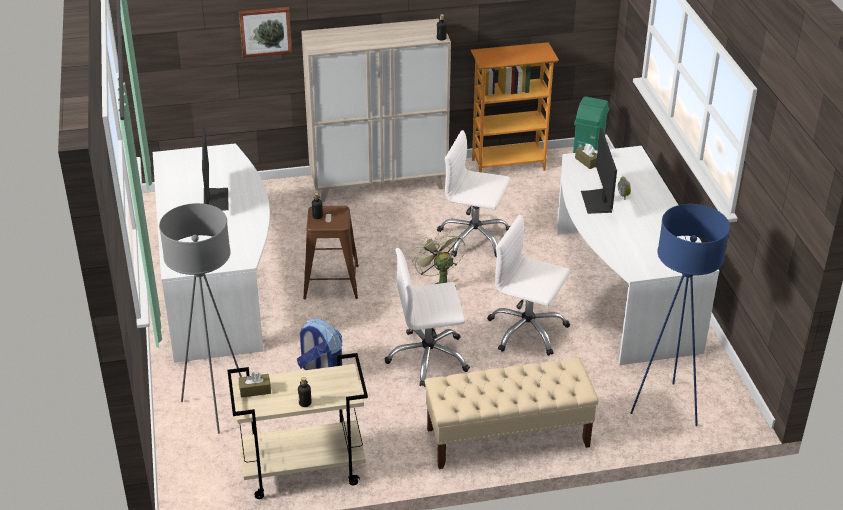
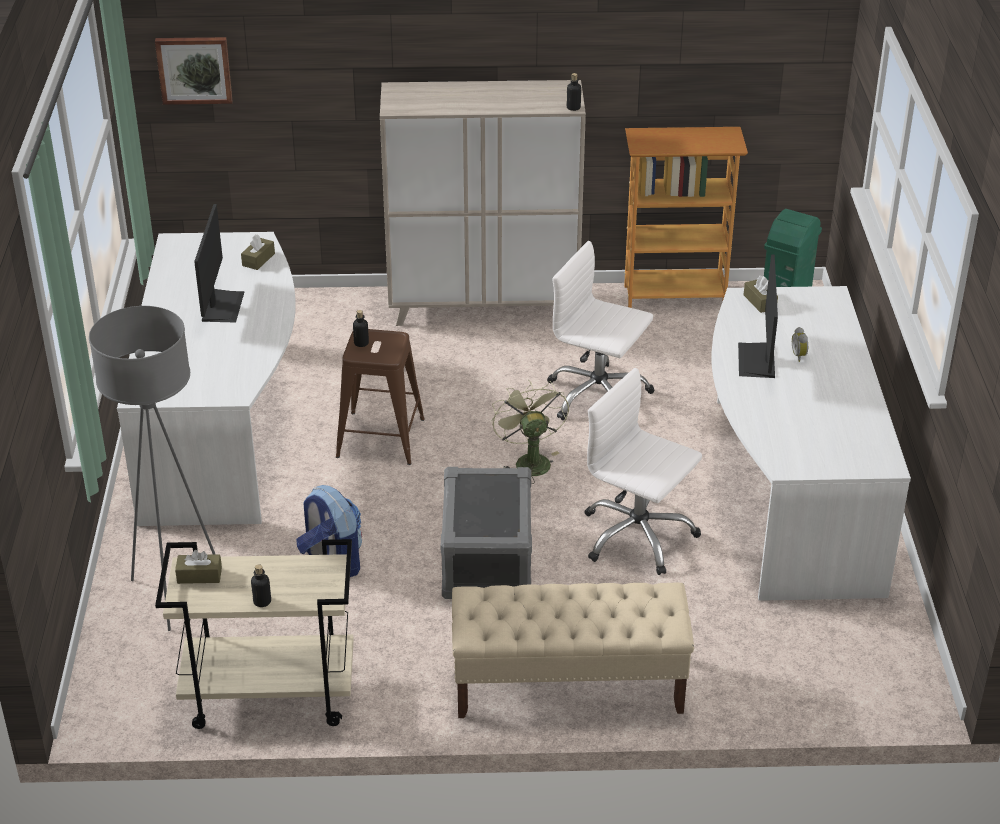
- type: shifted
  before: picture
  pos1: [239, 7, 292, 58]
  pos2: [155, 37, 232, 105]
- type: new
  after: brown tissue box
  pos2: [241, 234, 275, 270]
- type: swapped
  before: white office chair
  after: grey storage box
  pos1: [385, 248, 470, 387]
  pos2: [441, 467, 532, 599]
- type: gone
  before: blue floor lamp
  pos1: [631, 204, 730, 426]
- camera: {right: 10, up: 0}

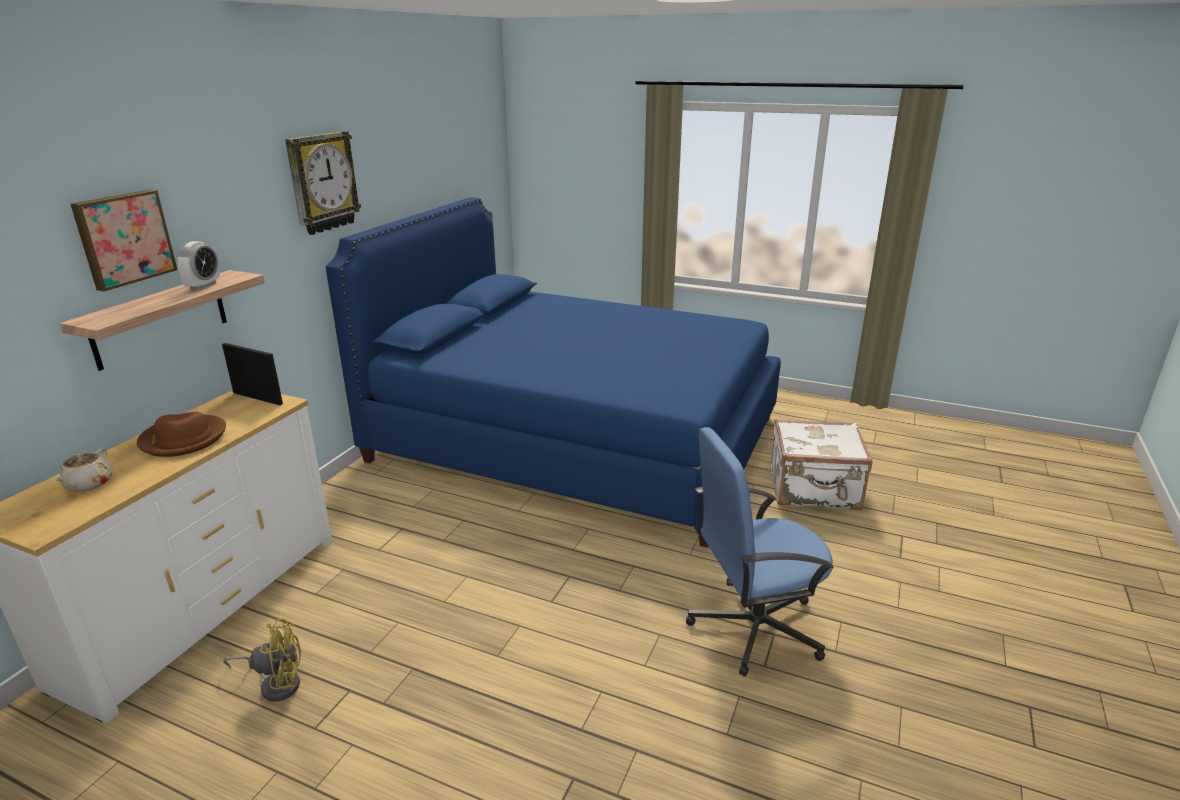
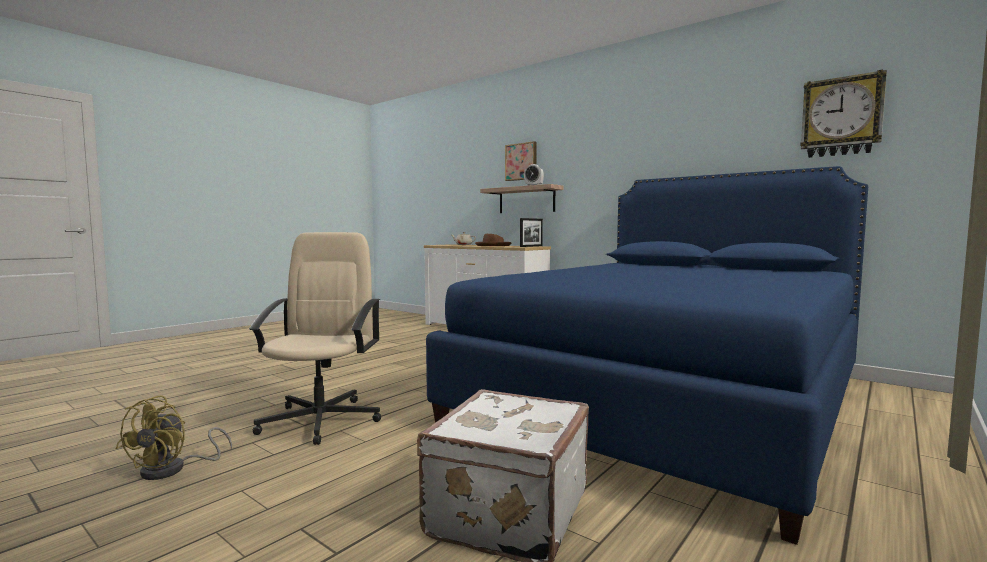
- type: shifted
  before: yellow fan
  pos1: [223, 619, 301, 702]
  pos2: [115, 395, 232, 480]
- type: repainted
  before: blue office chair
  after: beige office chair
  pos1: [686, 427, 834, 676]
  pos2: [249, 232, 381, 445]
- type: shifted
  before: wall clock
  pos1: [285, 131, 361, 235]
  pos2: [800, 70, 887, 158]
- camera: {right: 105, up: -20}

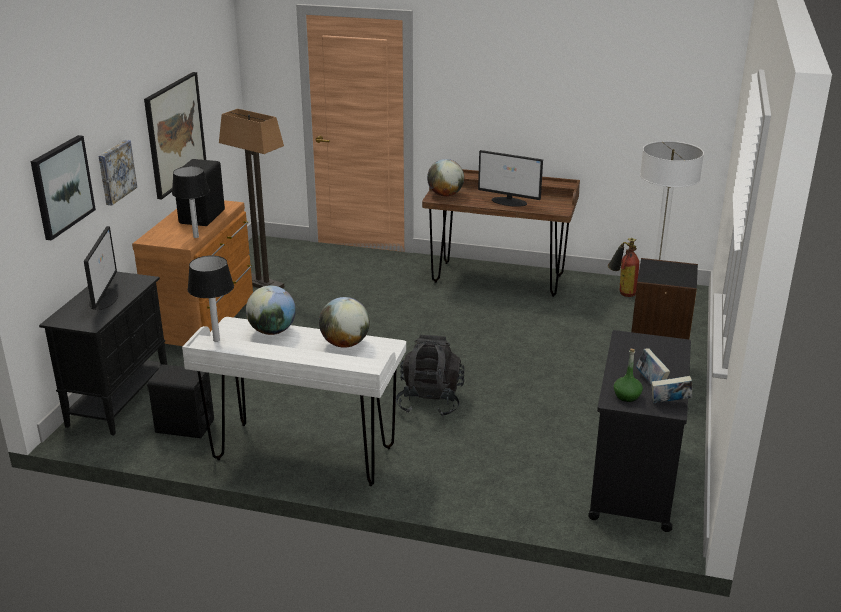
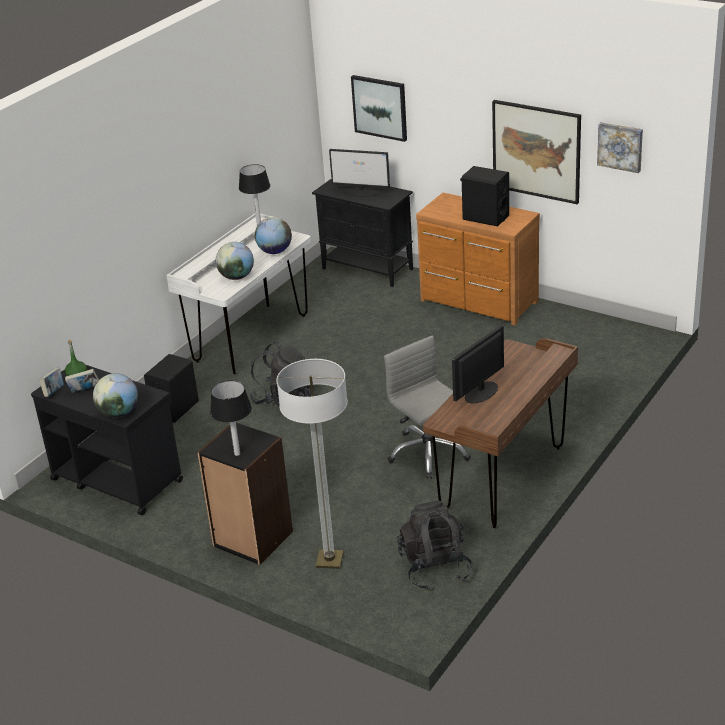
- type: shifted
  before: globe
  pos1: [427, 159, 464, 196]
  pos2: [93, 373, 138, 418]
- type: shifted
  before: black speaker
  pos1: [146, 365, 214, 438]
  pos2: [144, 354, 199, 423]
- type: shifted
  before: table lamp
  pos1: [172, 166, 210, 238]
  pos2: [210, 380, 252, 456]
- type: new
  after: grey office chair
  pos2: [384, 336, 471, 479]
- type: swapped
  before: fire extinguisher
  after: black backpack
  pos1: [608, 238, 639, 297]
  pos2: [397, 501, 473, 590]
- type: shifted
  before: picture
  pos1: [99, 140, 137, 206]
  pos2: [597, 122, 643, 173]
- type: gone
  before: floor lamp
  pos1: [219, 109, 284, 288]
- camera: {right: 110, up: 5}

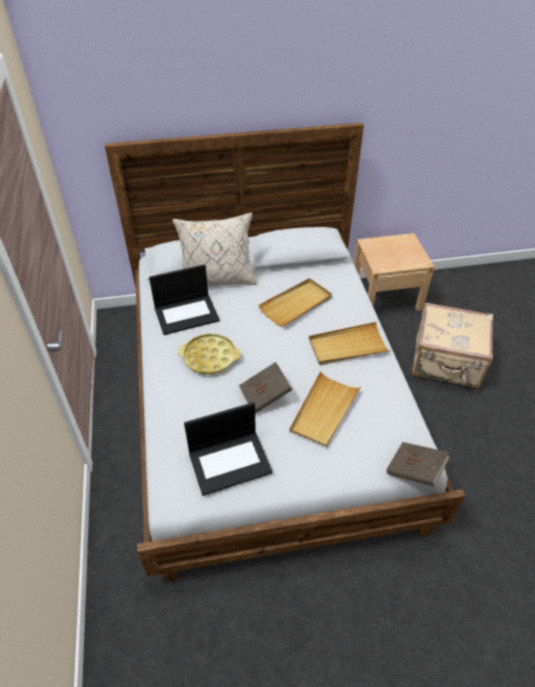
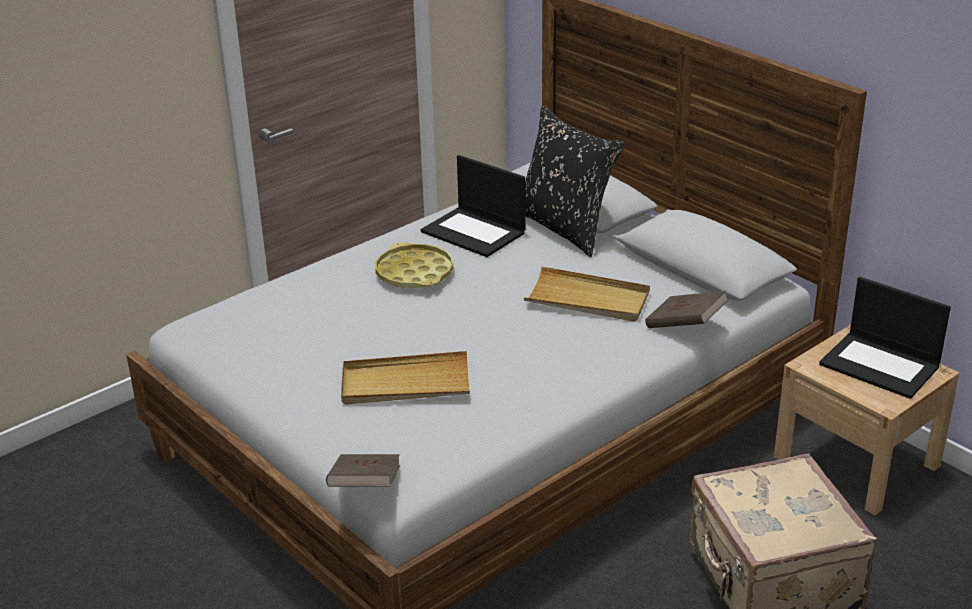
- type: repainted
  before: beige pillow
  after: black pillow
  pos1: [173, 212, 257, 286]
  pos2: [525, 106, 625, 257]
- type: shifted
  before: brown book
  pos1: [239, 362, 293, 413]
  pos2: [645, 291, 728, 328]
- type: shifted
  before: laptop
  pos1: [184, 402, 273, 496]
  pos2: [819, 277, 951, 399]
- type: gone
  before: beige tray
  pos1: [309, 322, 391, 365]
- camera: {right: 60, up: -15}

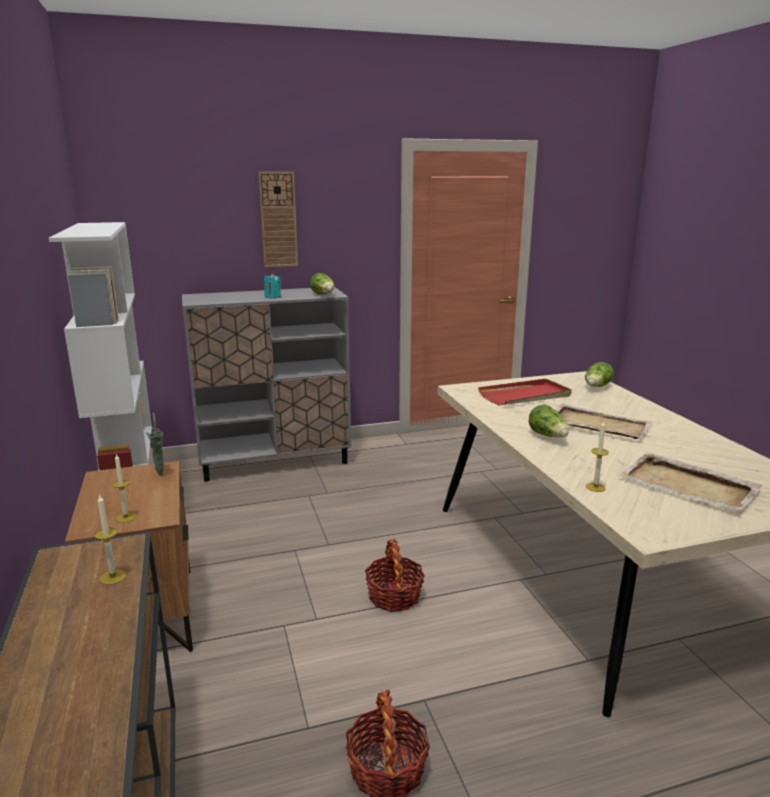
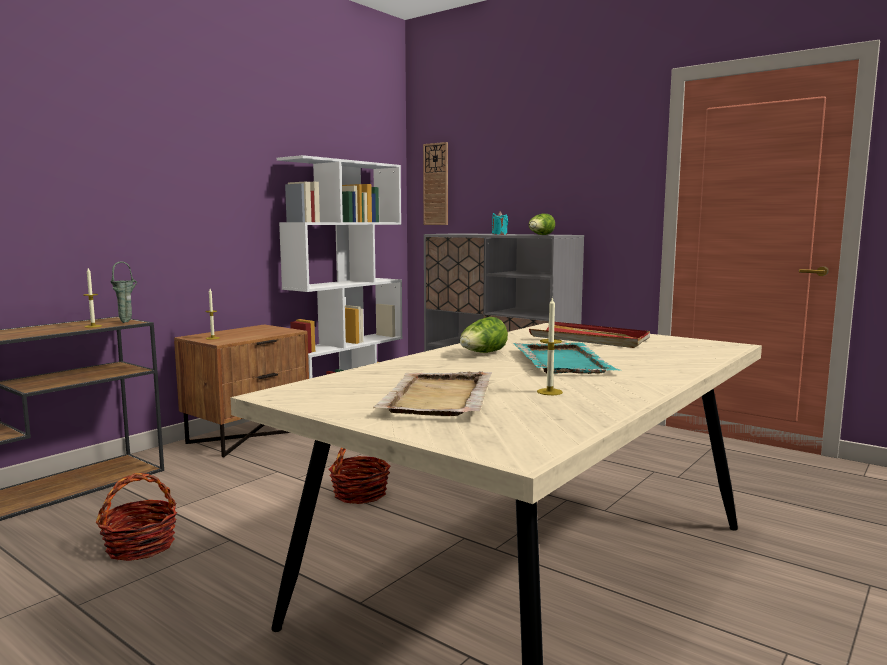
- type: shifted
  before: green vase
  pos1: [146, 413, 164, 476]
  pos2: [111, 261, 137, 323]
- type: shifted
  before: wall clock
  pos1: [258, 172, 298, 267]
  pos2: [423, 142, 448, 225]
- type: repainted
  before: beige tray
  after: turquoise tray
  pos1: [556, 404, 652, 439]
  pos2: [514, 342, 619, 374]
- type: shifted
  before: candle
  pos1: [586, 421, 609, 492]
  pos2: [537, 298, 563, 395]
- type: gone
  before: lettuce
  pos1: [585, 362, 614, 387]
- camera: {right: 55, up: -10}

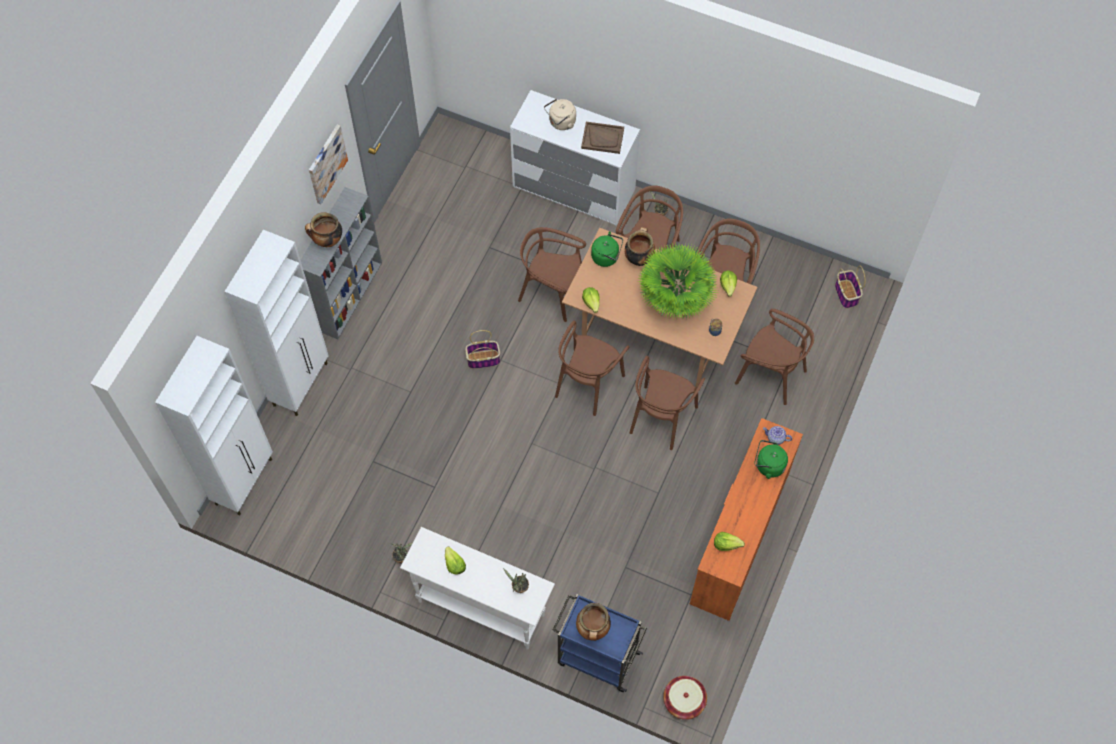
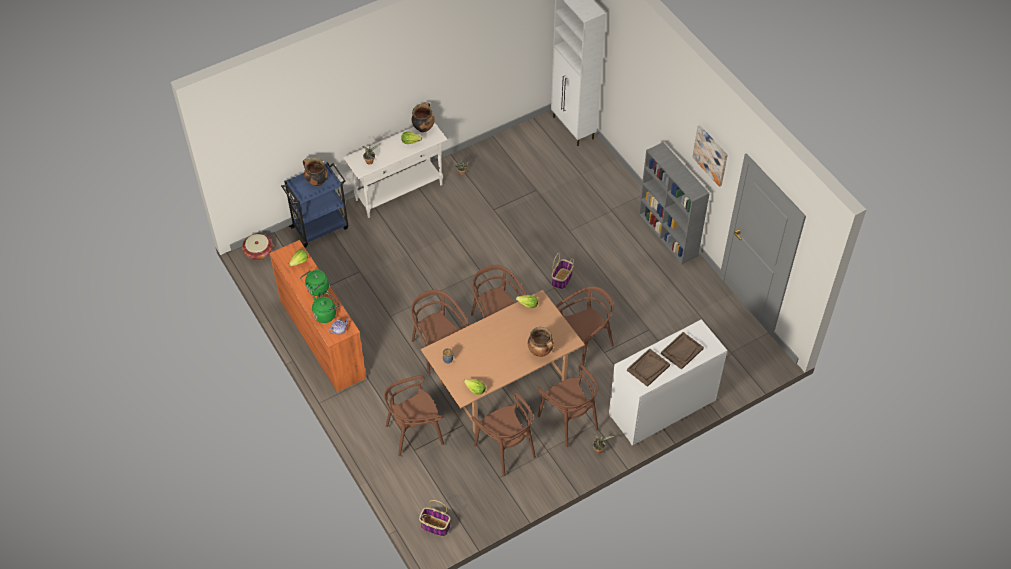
- type: shifted
  before: green kettle
  pos1: [591, 232, 623, 267]
  pos2: [300, 270, 329, 296]
- type: shifted
  before: cooking pot
  pos1: [305, 212, 342, 247]
  pos2: [411, 102, 435, 132]
- type: swapped
  before: beige kettle
  after: brown tray
  pos1: [544, 99, 576, 130]
  pos2: [661, 332, 704, 370]
- type: gone
  before: white cabinet
  pos1: [224, 230, 329, 416]
- type: gone
  before: potted plant
  pos1: [638, 244, 718, 319]
- camera: {right: 125, up: -10}

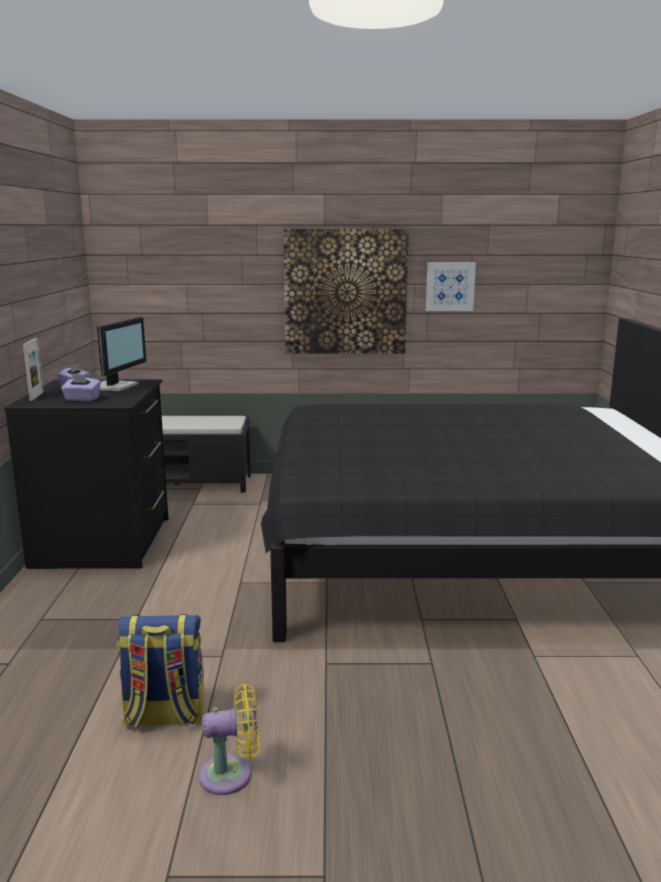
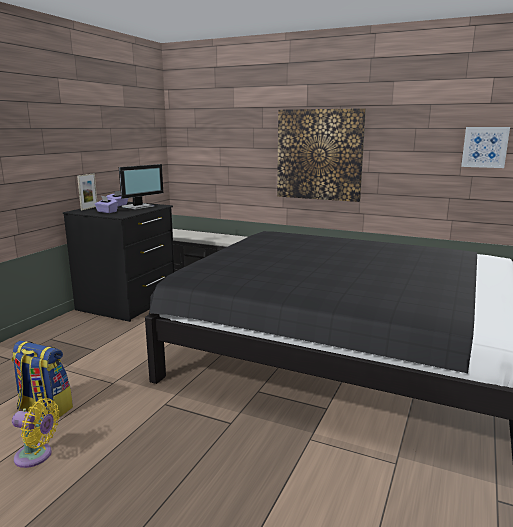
- type: shifted
  before: picture
  pos1: [426, 262, 476, 311]
  pos2: [461, 127, 510, 168]
- camera: {right: 25, up: 0}

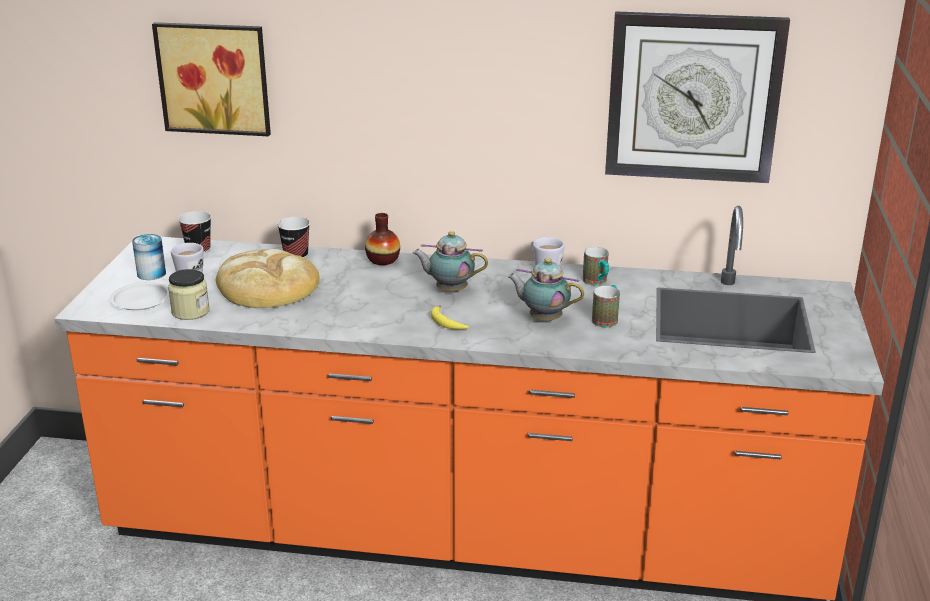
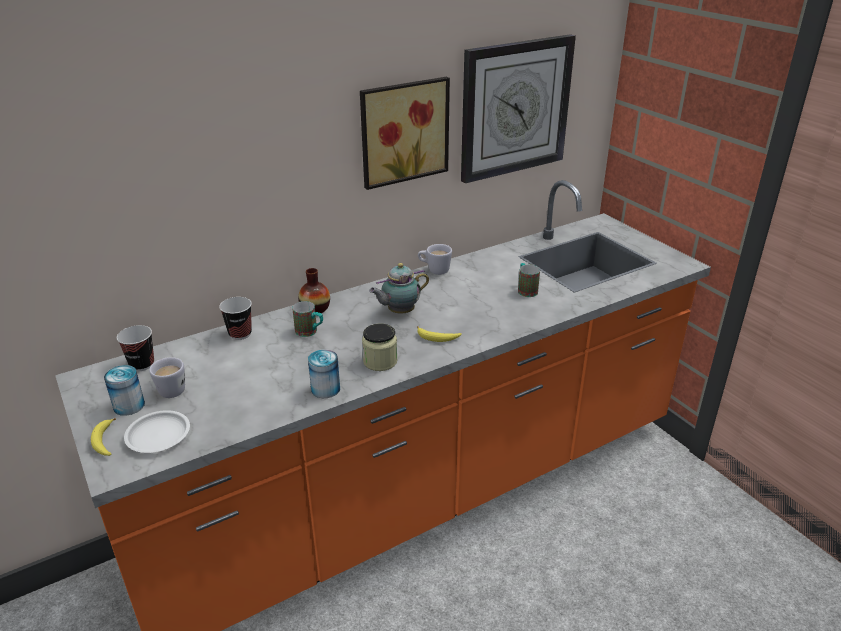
- type: new
  after: banana
  pos2: [91, 418, 116, 456]
- type: shifted
  before: mug
  pos1: [583, 247, 609, 286]
  pos2: [292, 301, 323, 337]
- type: new
  after: can
  pos2: [308, 349, 340, 398]
- type: shifted
  before: picture
  pos1: [152, 22, 271, 136]
  pos2: [360, 77, 450, 190]
- type: shifted
  before: jar
  pos1: [168, 269, 210, 320]
  pos2: [362, 323, 398, 371]
- type: gone
  before: bread
  pos1: [216, 249, 320, 308]
- type: gone
  before: teapot
  pos1: [507, 258, 584, 321]
- camera: {right: -40, up: 5}

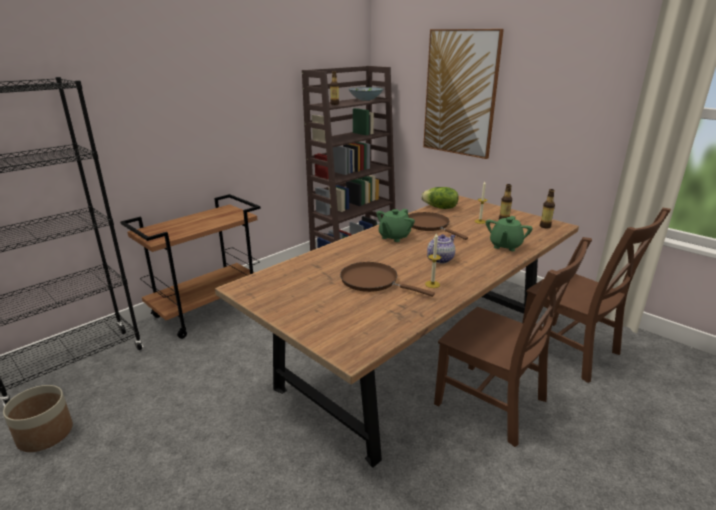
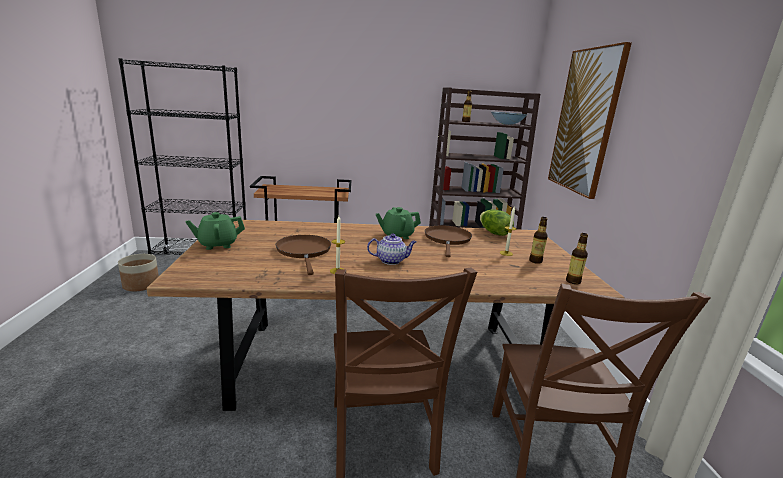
- type: shifted
  before: green teapot
  pos1: [486, 216, 533, 251]
  pos2: [186, 212, 245, 250]
- camera: {right: 40, up: -5}

